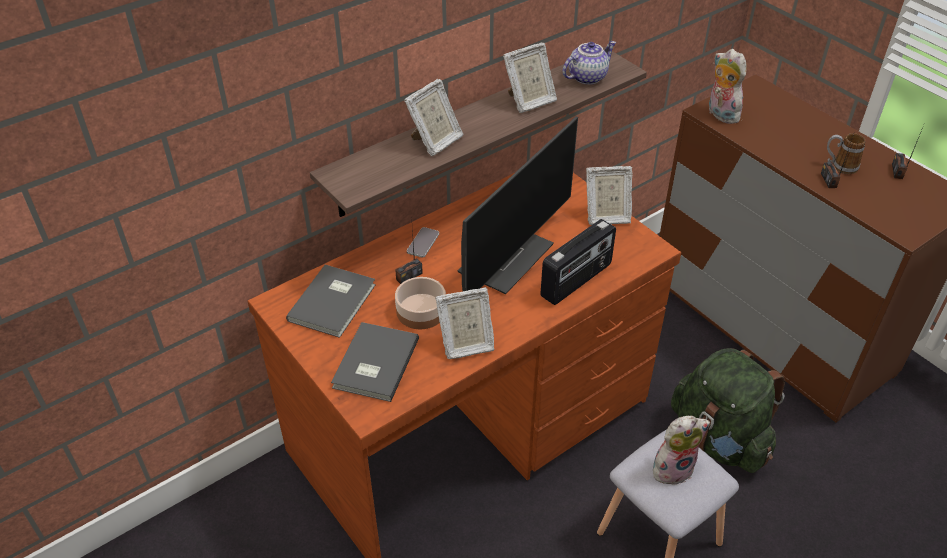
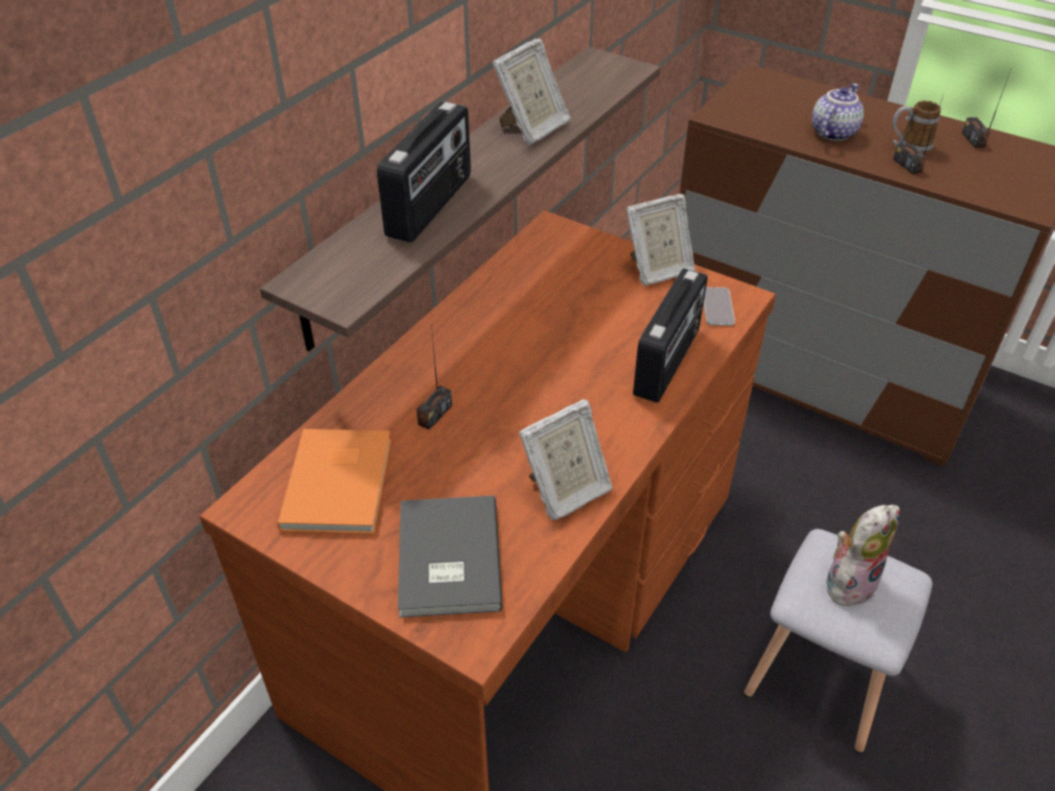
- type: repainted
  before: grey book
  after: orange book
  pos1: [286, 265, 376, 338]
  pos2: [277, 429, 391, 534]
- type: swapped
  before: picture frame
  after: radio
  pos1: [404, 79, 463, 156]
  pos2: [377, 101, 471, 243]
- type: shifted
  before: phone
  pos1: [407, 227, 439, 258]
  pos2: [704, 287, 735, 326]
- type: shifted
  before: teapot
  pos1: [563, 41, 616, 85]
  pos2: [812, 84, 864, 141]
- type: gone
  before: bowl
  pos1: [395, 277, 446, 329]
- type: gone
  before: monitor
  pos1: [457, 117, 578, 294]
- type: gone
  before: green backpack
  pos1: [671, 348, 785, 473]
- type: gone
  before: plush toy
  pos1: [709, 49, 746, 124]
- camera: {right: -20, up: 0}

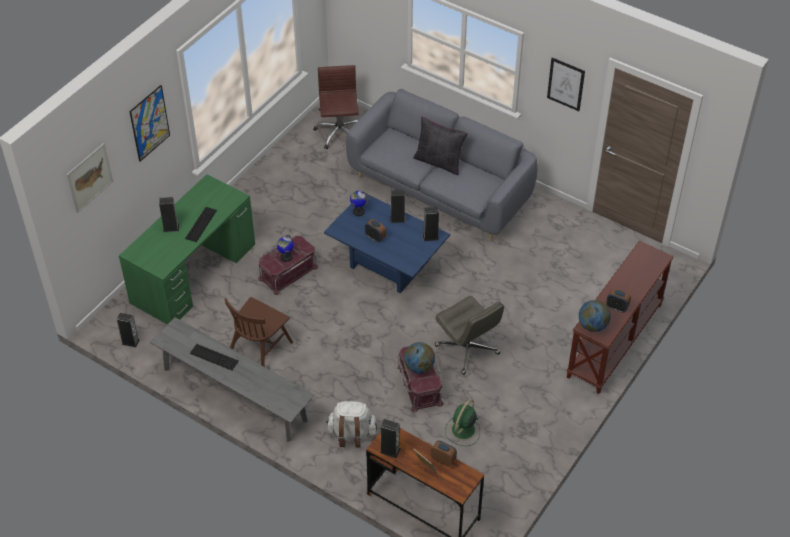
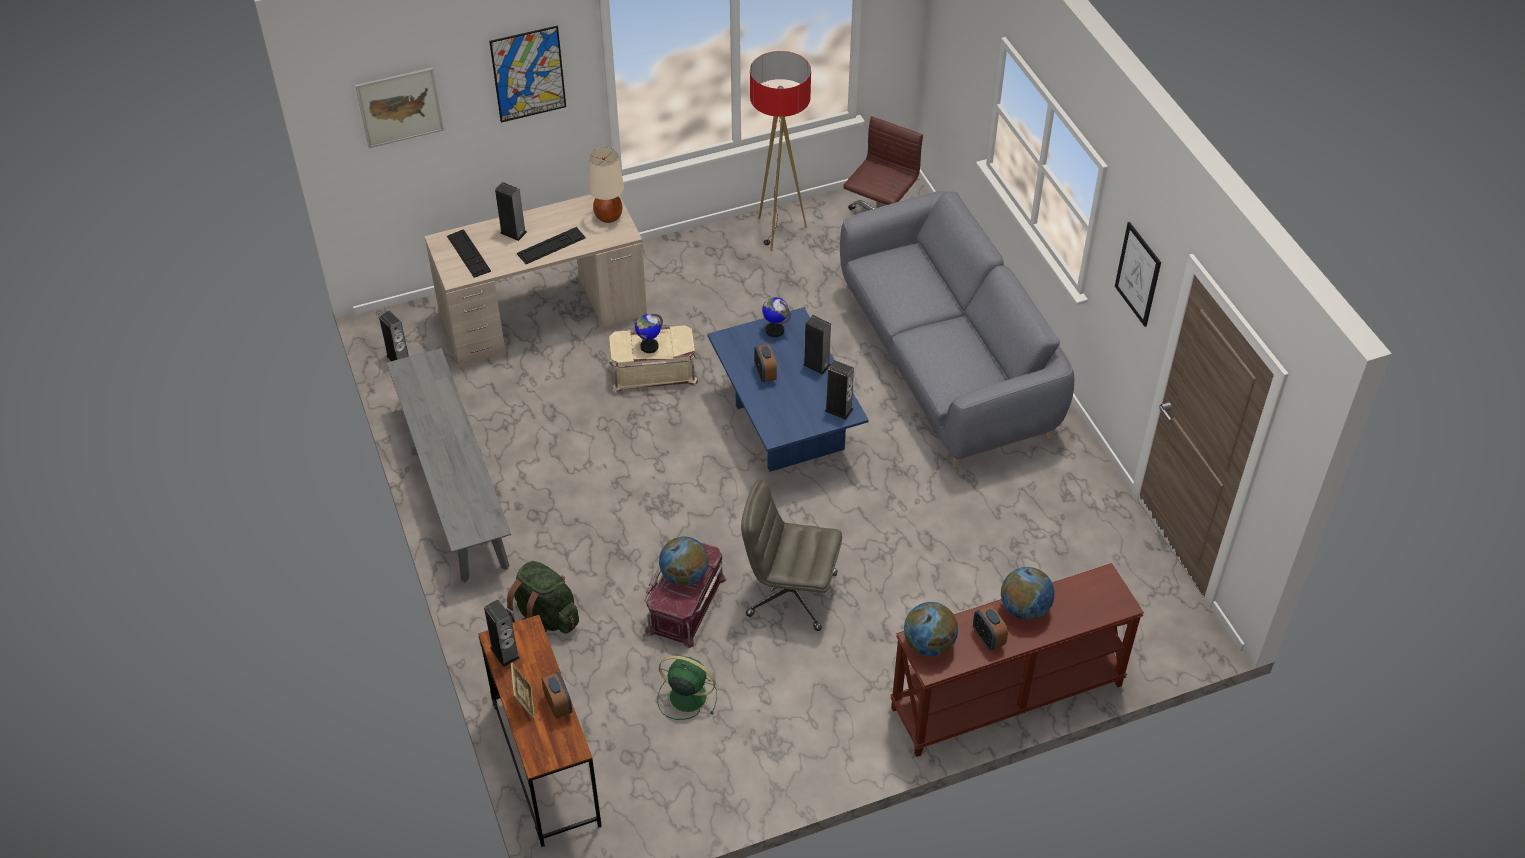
- type: repainted
  before: green desk
  after: beige desk
  pos1: [119, 174, 255, 324]
  pos2: [424, 194, 647, 366]
- type: shifted
  before: keyboard
  pos1: [190, 344, 239, 370]
  pos2: [447, 229, 491, 278]
- type: repainted
  before: white backpack
  after: green backpack
  pos1: [326, 401, 377, 448]
  pos2: [506, 561, 579, 634]
- type: new
  after: beige table lamp
  pos2: [588, 147, 624, 223]
- type: repainted
  before: red storage box
  after: beige storage box
  pos1: [258, 236, 318, 295]
  pos2: [609, 325, 698, 393]
- type: rotated
  before: green fan
  pos1: [445, 399, 480, 446]
  pos2: [657, 656, 717, 720]
  turn: 45
- type: rotated
  before: grey office chair
  pos1: [435, 296, 504, 375]
  pos2: [741, 480, 842, 631]
  turn: 105
- type: new
  after: floor lamp
  pos2: [750, 51, 811, 251]
- type: new
  after: globe
  pos2: [1001, 567, 1054, 620]
- type: gone
  before: brown chair
  pos1: [224, 297, 293, 367]
- type: gone
  before: black pillow
  pos1: [413, 117, 468, 175]
- camera: {right: 35, up: 0}

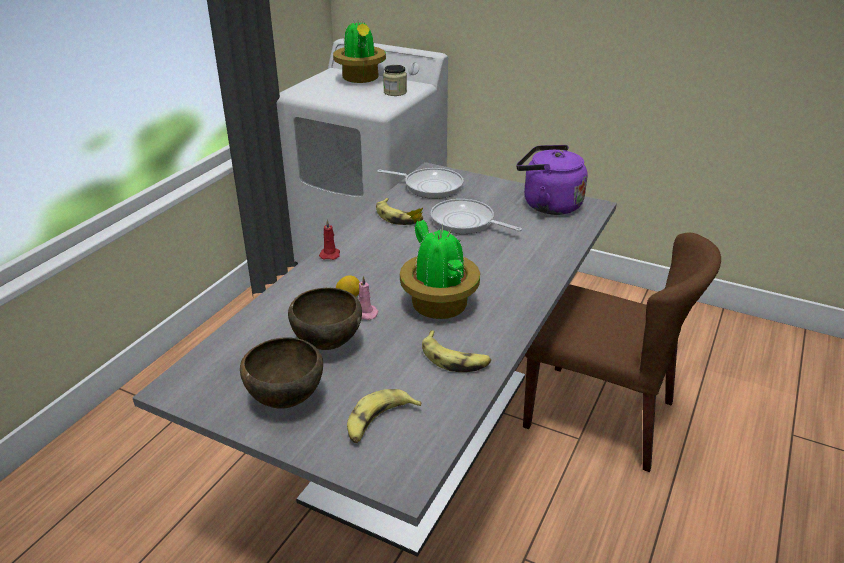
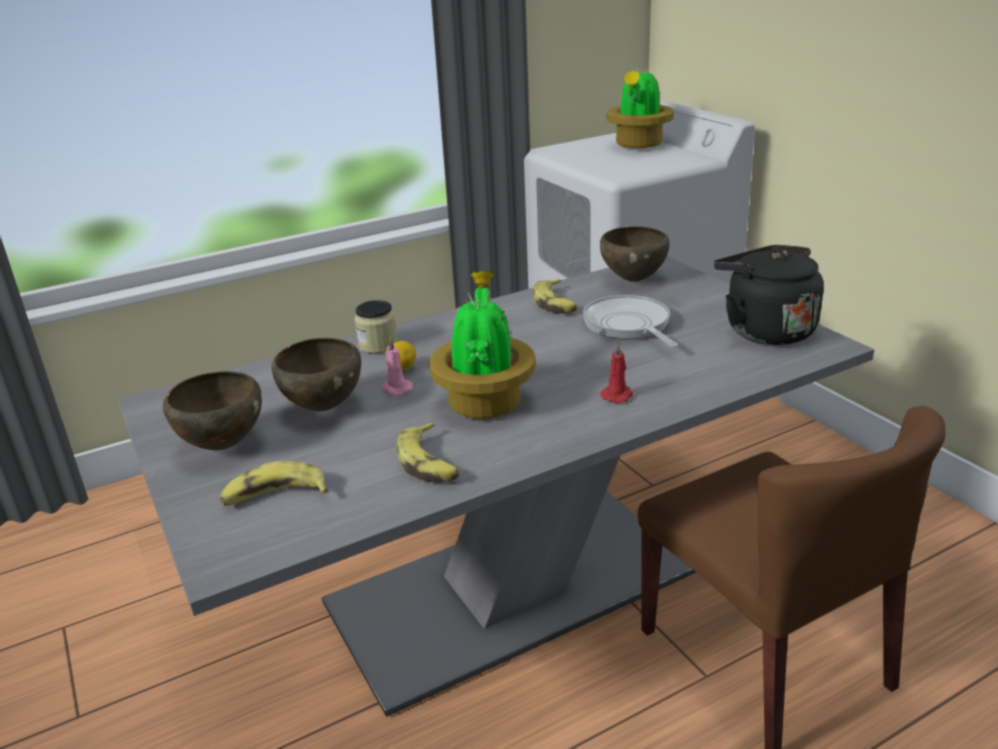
- type: shifted
  before: jar
  pos1: [383, 65, 407, 96]
  pos2: [354, 300, 398, 354]
- type: swapped
  before: frying pan
  after: brown bowl
  pos1: [377, 168, 463, 199]
  pos2: [600, 226, 670, 282]
- type: shifted
  before: red candle
  pos1: [319, 219, 340, 260]
  pos2: [600, 343, 633, 403]
- type: repainted
  before: purple kettle
  after: black kettle
  pos1: [516, 145, 588, 215]
  pos2: [714, 245, 824, 345]
- camera: {right: 35, up: -5}

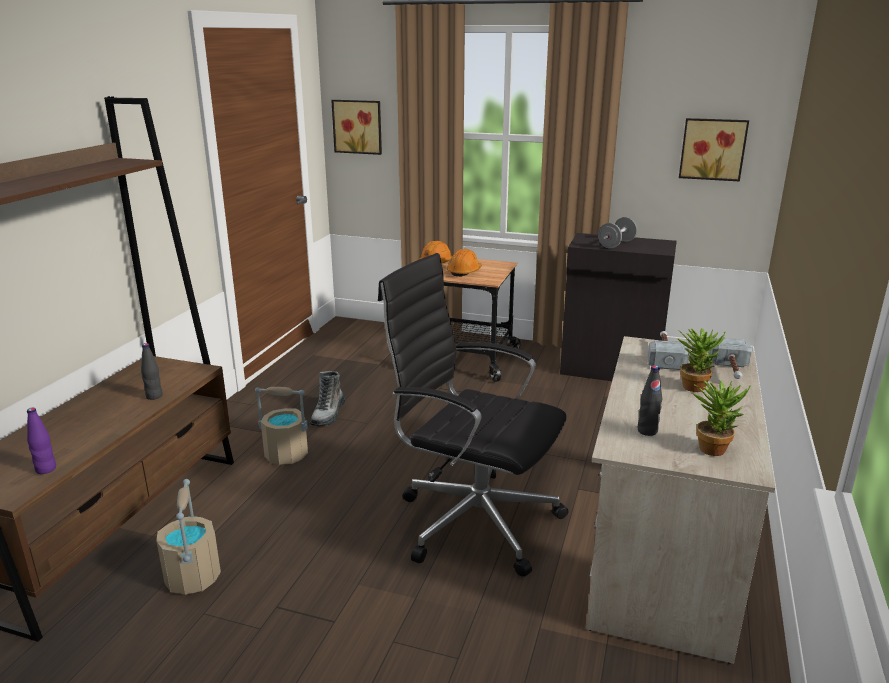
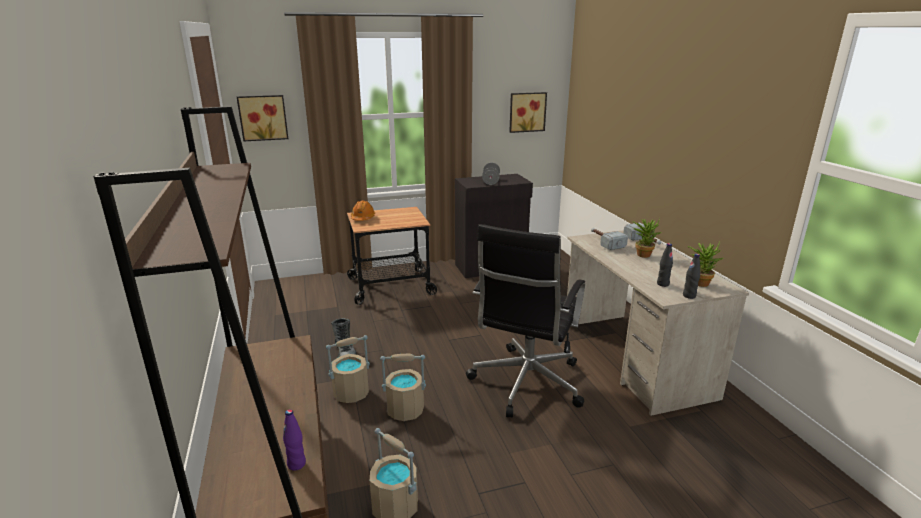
- type: new
  after: beige bucket
  pos2: [380, 354, 426, 421]
- type: rotated
  before: black office chair
  pos1: [378, 253, 569, 577]
  pos2: [466, 224, 585, 417]
  turn: -60
- type: shifted
  before: black bottle
  pos1: [141, 343, 163, 400]
  pos2: [683, 253, 700, 299]
- type: gone
  before: orange hard hat
  pos1: [447, 249, 482, 277]
- camera: {right: -35, up: 0}

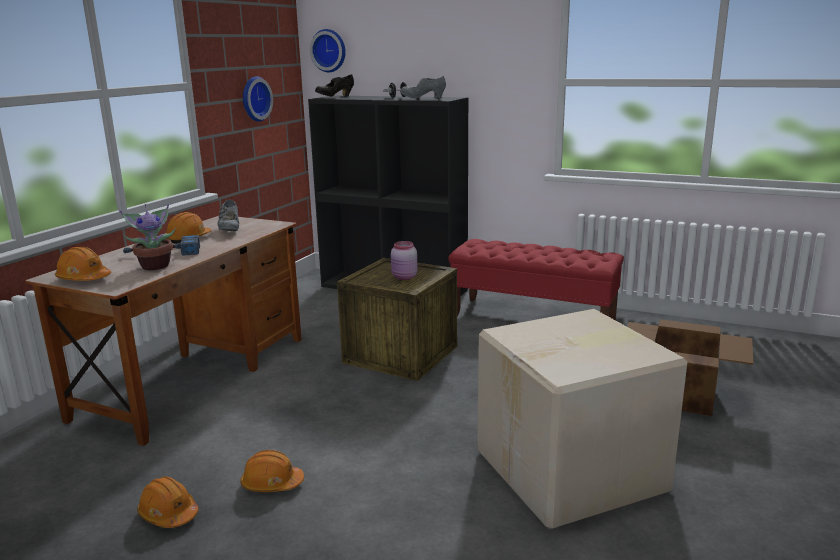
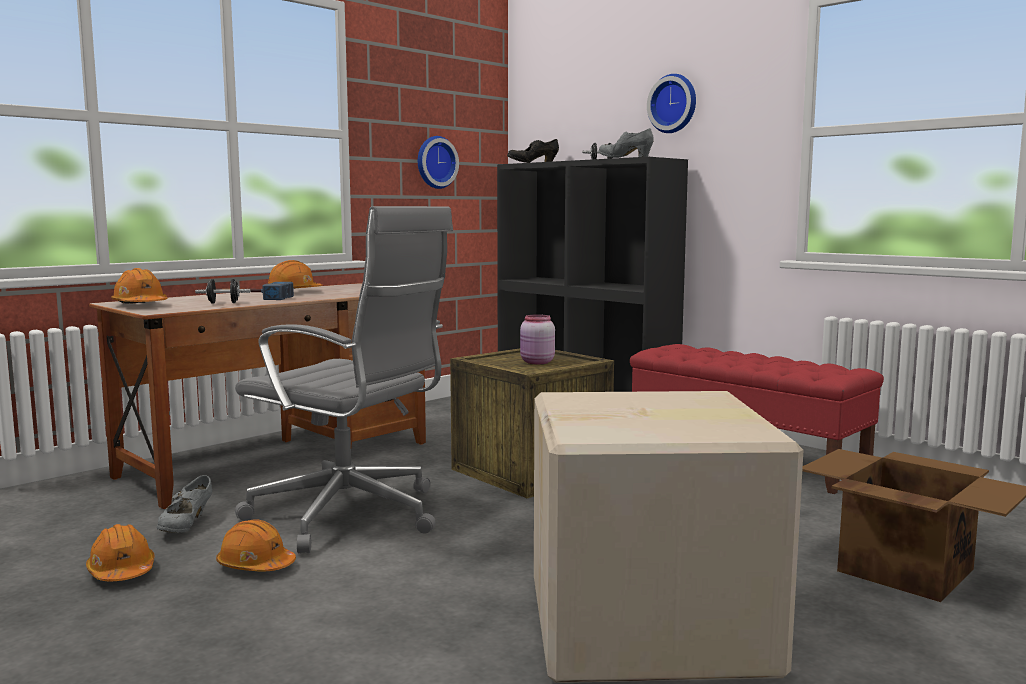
- type: shifted
  before: grey shoe
  pos1: [218, 200, 239, 231]
  pos2: [157, 475, 212, 533]
- type: swapped
  before: potted plant
  after: black dumbbell
  pos1: [119, 204, 176, 270]
  pos2: [195, 279, 251, 304]
- type: new
  after: grey office chair
  pos2: [235, 206, 453, 554]
- type: shifted
  before: wall clock
  pos1: [310, 29, 346, 72]
  pos2: [647, 74, 696, 133]
- camera: {right: 20, up: -10}

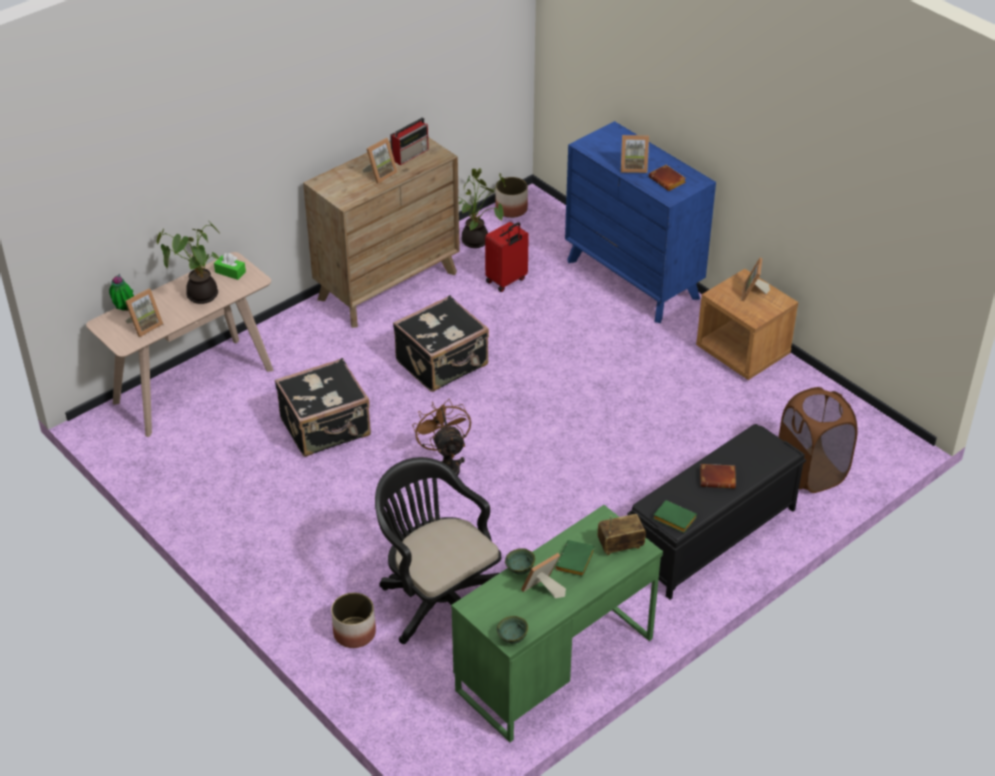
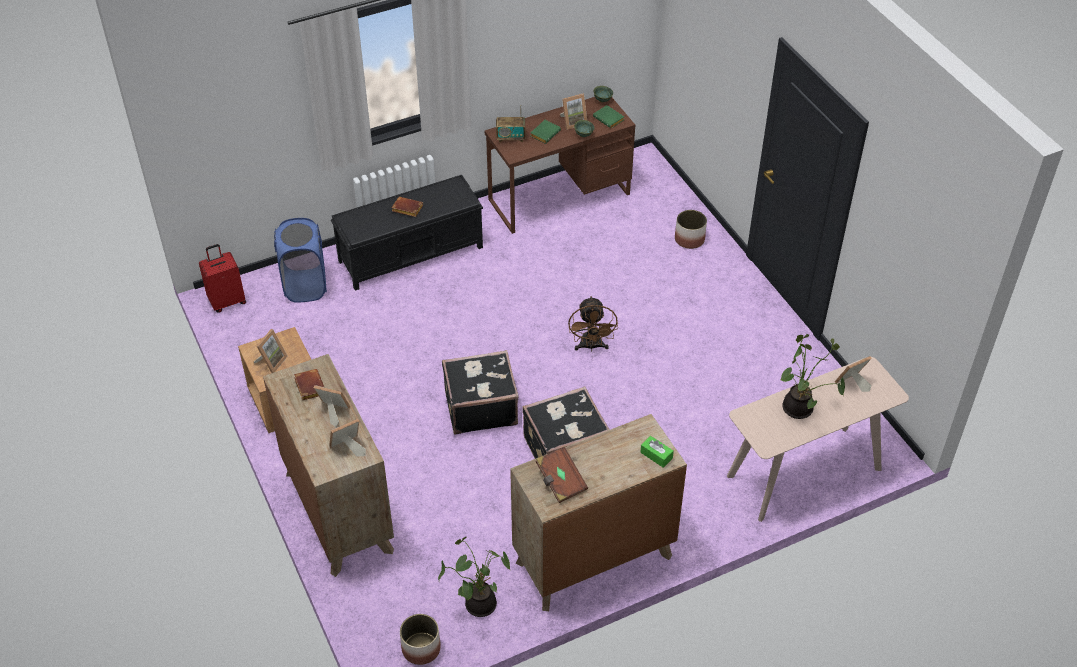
- type: shifted
  before: red suitcase
  pos1: [485, 222, 529, 292]
  pos2: [199, 244, 246, 313]
- type: repainted
  before: blue dresser
  after: brown dresser
  pos1: [565, 121, 716, 323]
  pos2: [263, 354, 394, 577]
- type: repainted
  before: brown laundry basket
  after: blue laundry basket
  pos1: [779, 387, 858, 493]
  pos2: [274, 218, 327, 303]
- type: shifted
  before: picture frame
  pos1: [362, 138, 398, 184]
  pos2: [329, 419, 366, 457]
- type: shifted
  before: black suitcase
  pos1: [275, 358, 371, 457]
  pos2: [442, 350, 519, 435]
- type: repainted
  before: green desk
  after: brown desk
  pos1: [451, 505, 663, 742]
  pos2: [485, 97, 635, 234]
- type: swapped
  before: radio
  after: brown book
  pos1: [390, 117, 429, 165]
  pos2: [536, 447, 588, 503]
- type: shifted
  before: green book
  pos1: [653, 500, 697, 533]
  pos2: [593, 105, 624, 128]
- type: shifted
  before: green tissue box
  pos1: [214, 253, 246, 280]
  pos2: [640, 436, 674, 468]
- type: gone
  before: potted plant
  pos1: [109, 274, 134, 311]
- type: gone
  before: black office chair
  pos1: [375, 457, 501, 644]
- camera: {right: -165, up: 5}

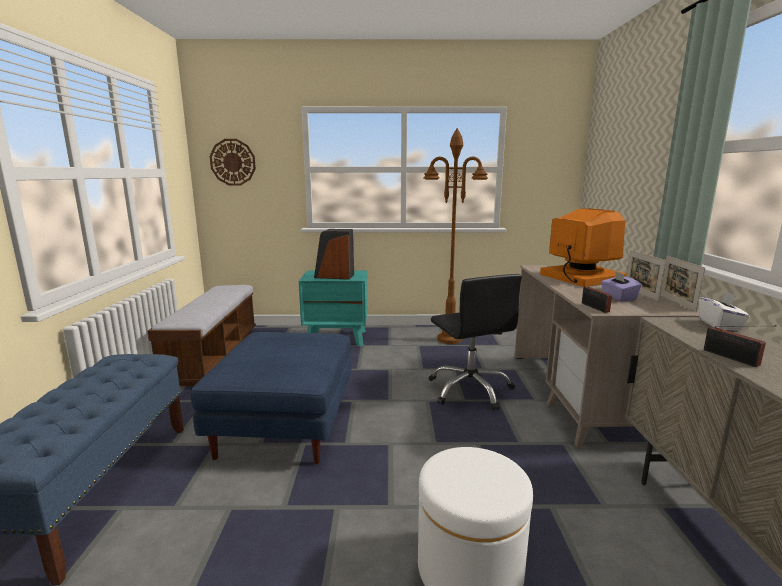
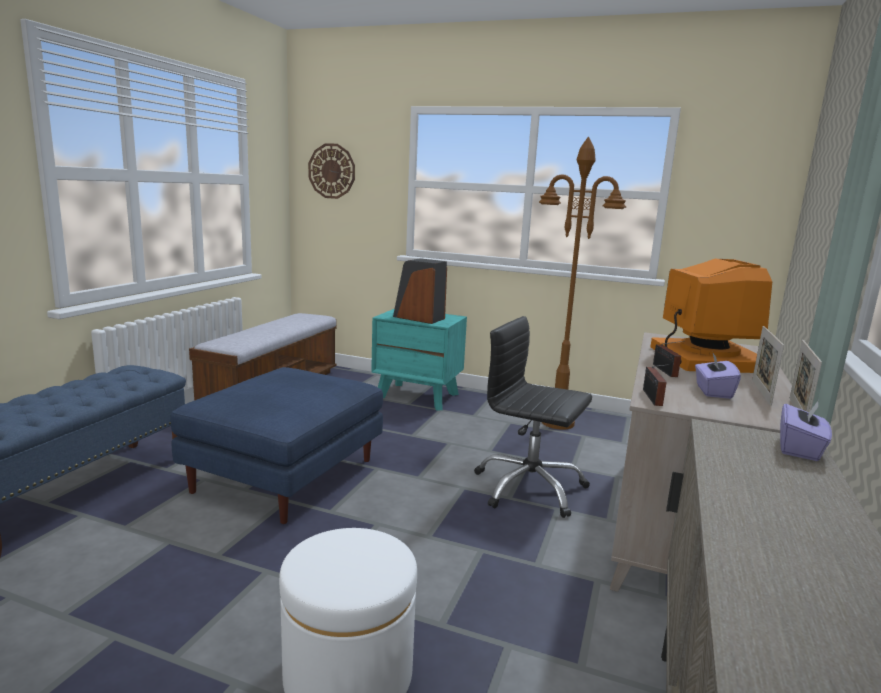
- type: rotated
  before: black office chair
  pos1: [429, 274, 522, 411]
  pos2: [474, 316, 592, 518]
  turn: 120
- type: shifted
  before: radio
  pos1: [704, 325, 777, 367]
  pos2: [653, 341, 685, 377]
- type: repainted
  before: white tissue box
  after: purple tissue box
  pos1: [699, 292, 750, 331]
  pos2: [780, 400, 832, 461]
- camera: {right: 20, up: 0}

